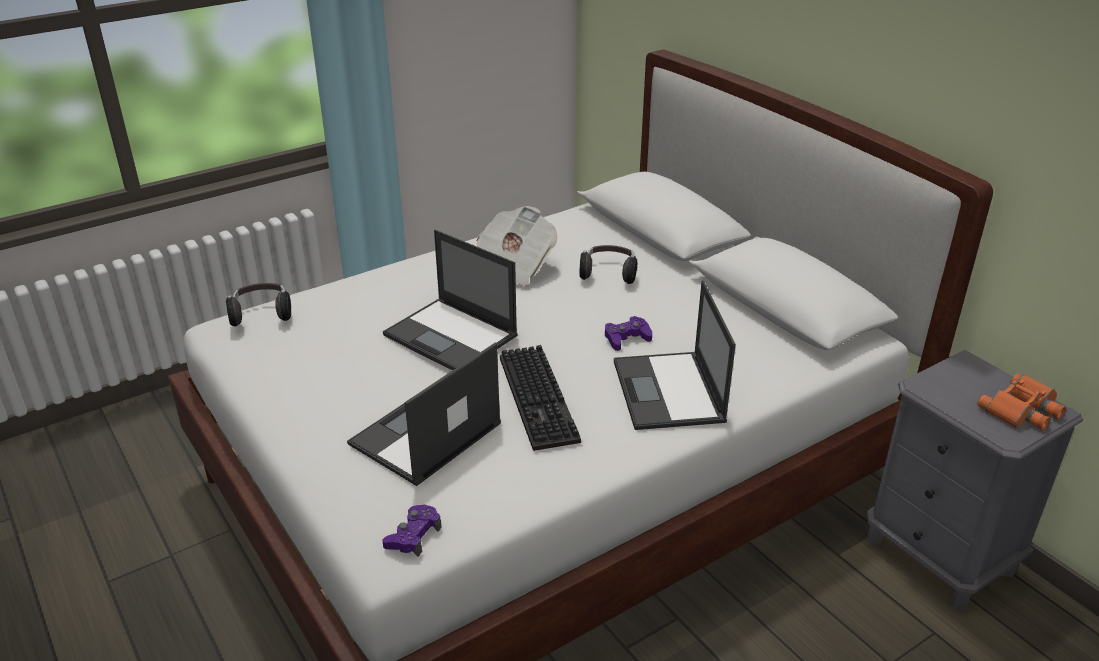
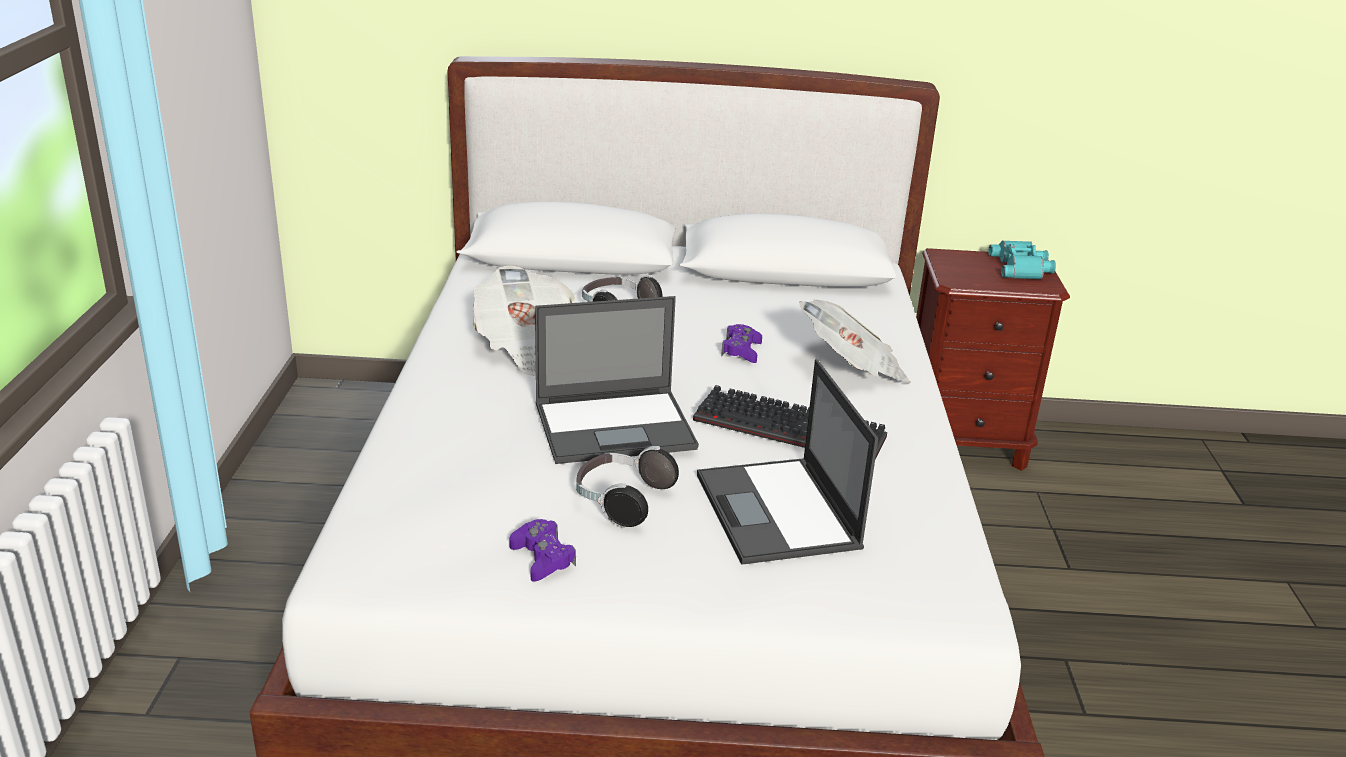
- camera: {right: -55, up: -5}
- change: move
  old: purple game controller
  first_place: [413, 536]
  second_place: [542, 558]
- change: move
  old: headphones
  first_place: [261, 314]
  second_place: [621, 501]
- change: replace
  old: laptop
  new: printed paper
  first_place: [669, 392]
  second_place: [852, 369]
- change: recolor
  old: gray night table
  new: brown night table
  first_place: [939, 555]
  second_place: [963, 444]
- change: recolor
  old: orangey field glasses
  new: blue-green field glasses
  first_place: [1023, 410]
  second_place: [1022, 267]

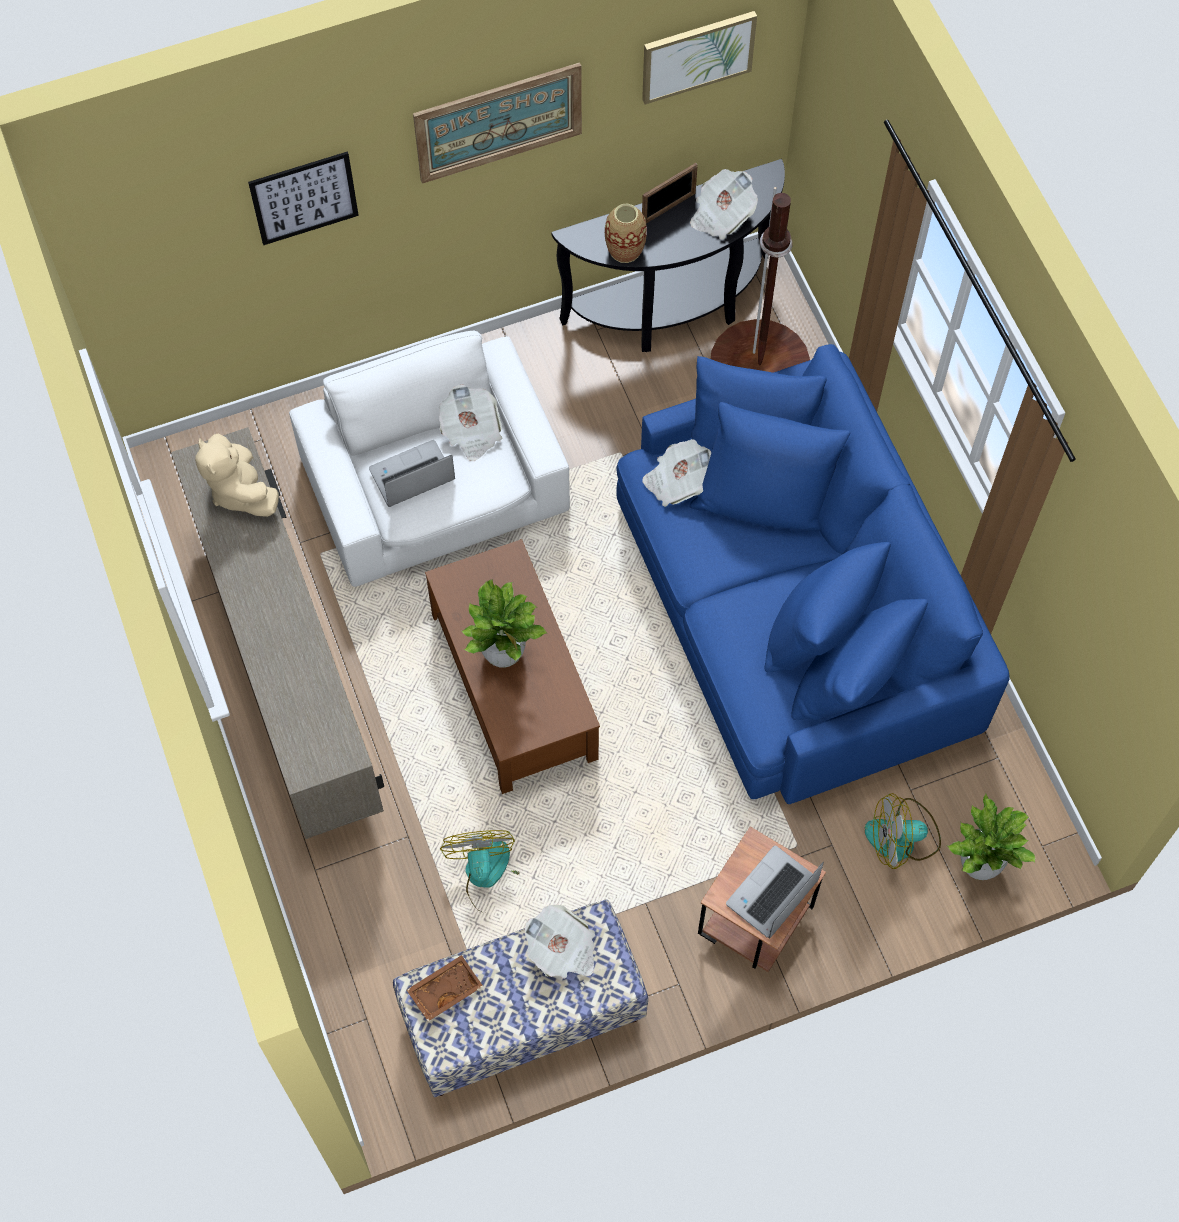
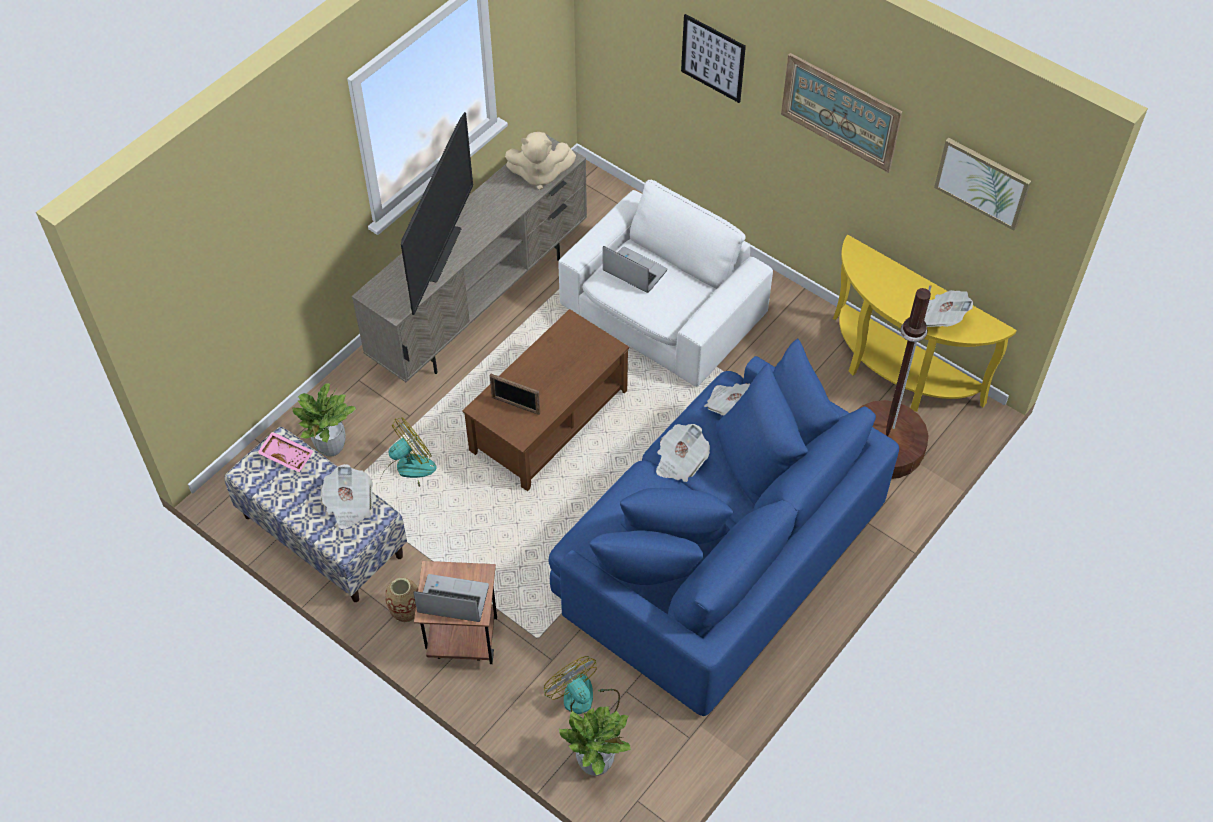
- camera: {right: 60, up: -10}
- change: recolor
  old: brown carrying tray
  new: pinkish carrying tray
  first_place: [444, 989]
  second_place: [287, 455]
- change: move
  old: houseplant
  first_place: [503, 654]
  second_place: [331, 448]
- change: move
  old: decorative vase
  first_place: [625, 250]
  second_place: [405, 611]
- change: insert
  new: TV set
  second_place: [442, 254]
- change: move
  old: standing frame
  first_place: [668, 208]
  second_place: [515, 405]
- change: rotate
  old: sand-coloured cuddly toy
  first_place: [240, 490]
  second_place: [539, 175]
  degrees: -120
- change: move
  old: printed paper
  first_place: [471, 432]
  second_place: [680, 461]
- change: recolor
  old: black-coloured hall table
  new: yellow-coloured hall table
  first_place: [674, 309]
  second_place: [896, 373]

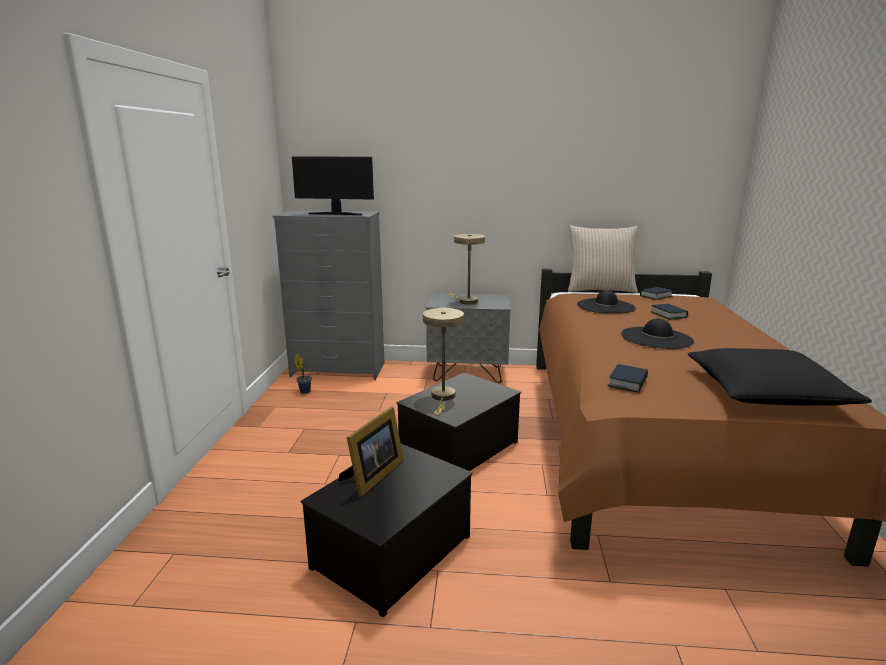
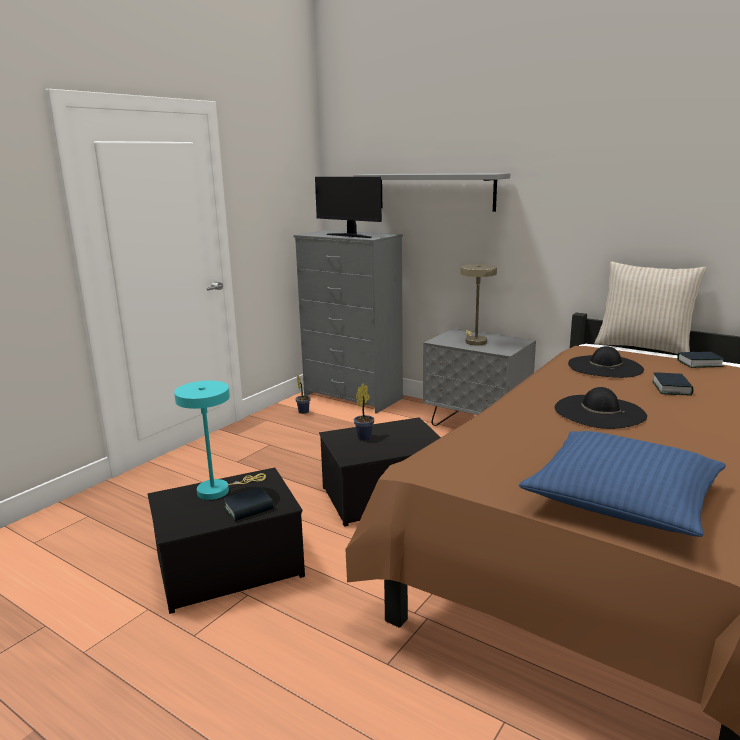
- camera: {right: 30, up: 0}
- change: replace
  old: standing frame
  new: blue-green lamp for a table
  first_place: [373, 476]
  second_place: [219, 490]
- change: move
  old: bound book
  first_place: [628, 383]
  second_place: [248, 508]
- change: insert
  new: gray bracket shelf
  second_place: [435, 191]
- change: replace
  old: sand-coloured lamp for a table
  new: houseplant
  first_place: [443, 397]
  second_place: [365, 437]
- change: recolor
  old: black-coloured pillow
  new: bluish pillow
  first_place: [765, 392]
  second_place: [622, 498]

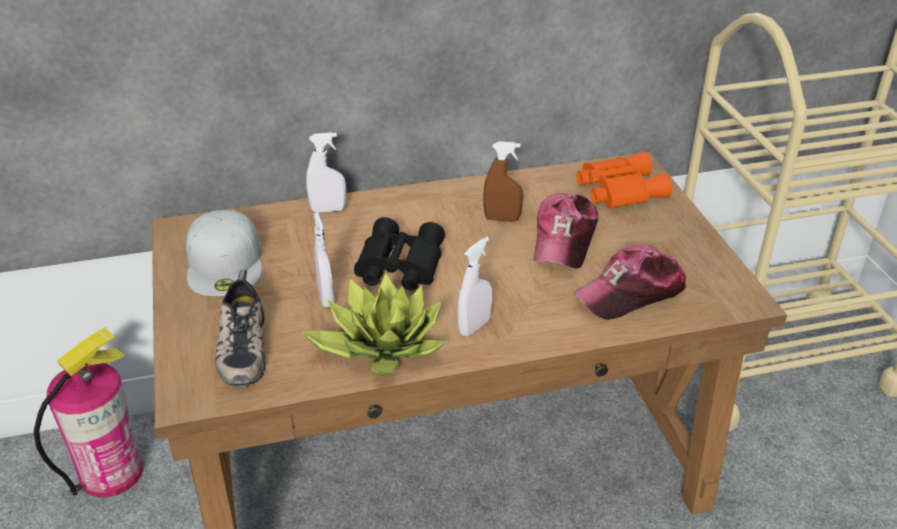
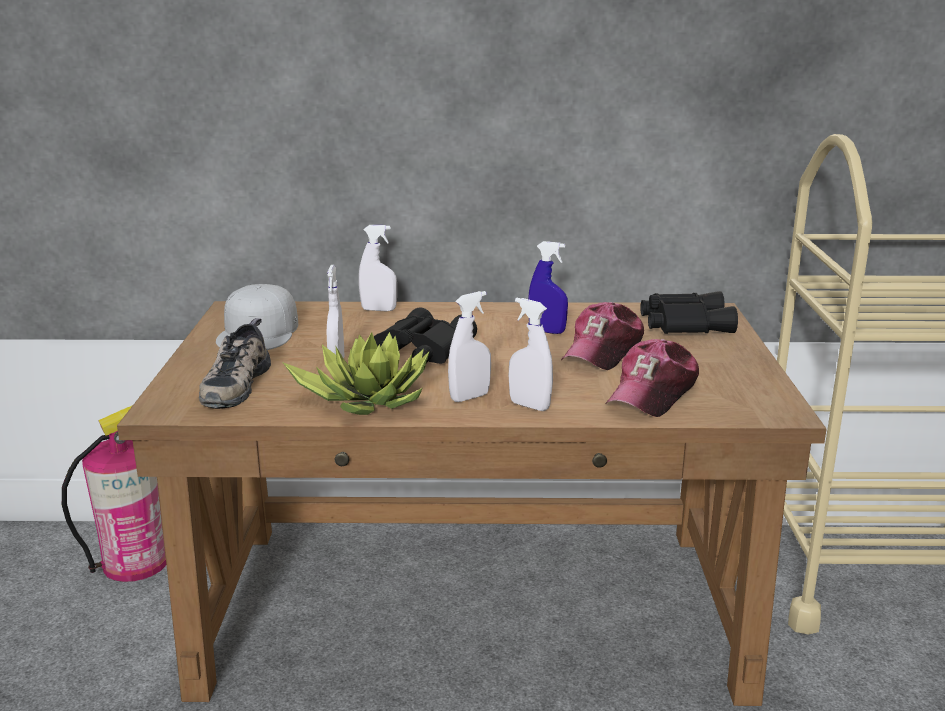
- camera: {right: 15, up: -15}
- change: insert
  new: whitish sprayer
  second_place: [529, 406]
- change: recolor
  old: brown sprayer
  new: bluish sprayer
  first_place: [502, 219]
  second_place: [547, 331]
- change: rotate
  old: peaked cap
  first_place: [631, 293]
  second_place: [653, 393]
  degrees: -45
- change: recolor
  old: orangey field glasses
  new: black-coloured field glasses
  first_place: [618, 189]
  second_place: [683, 323]

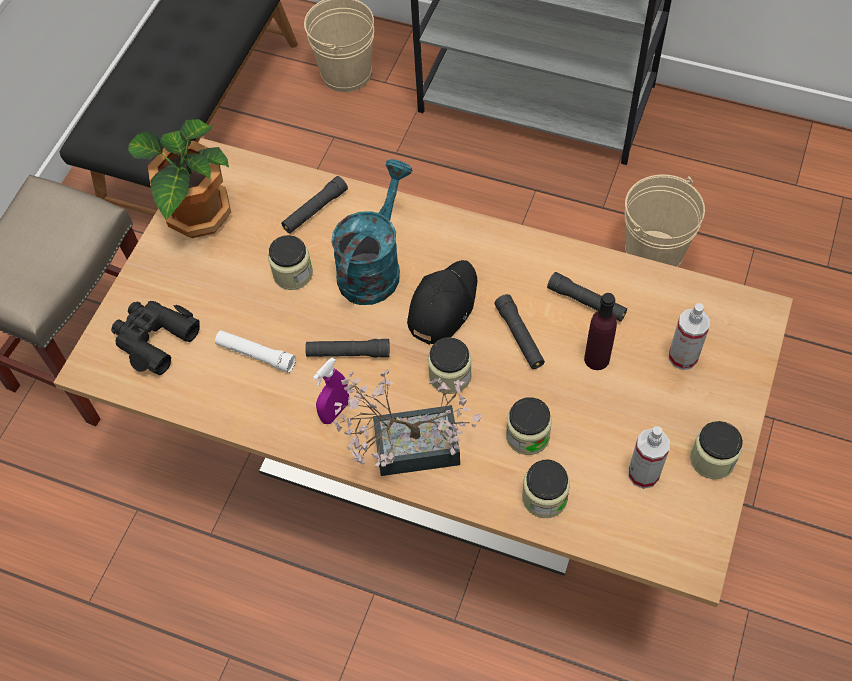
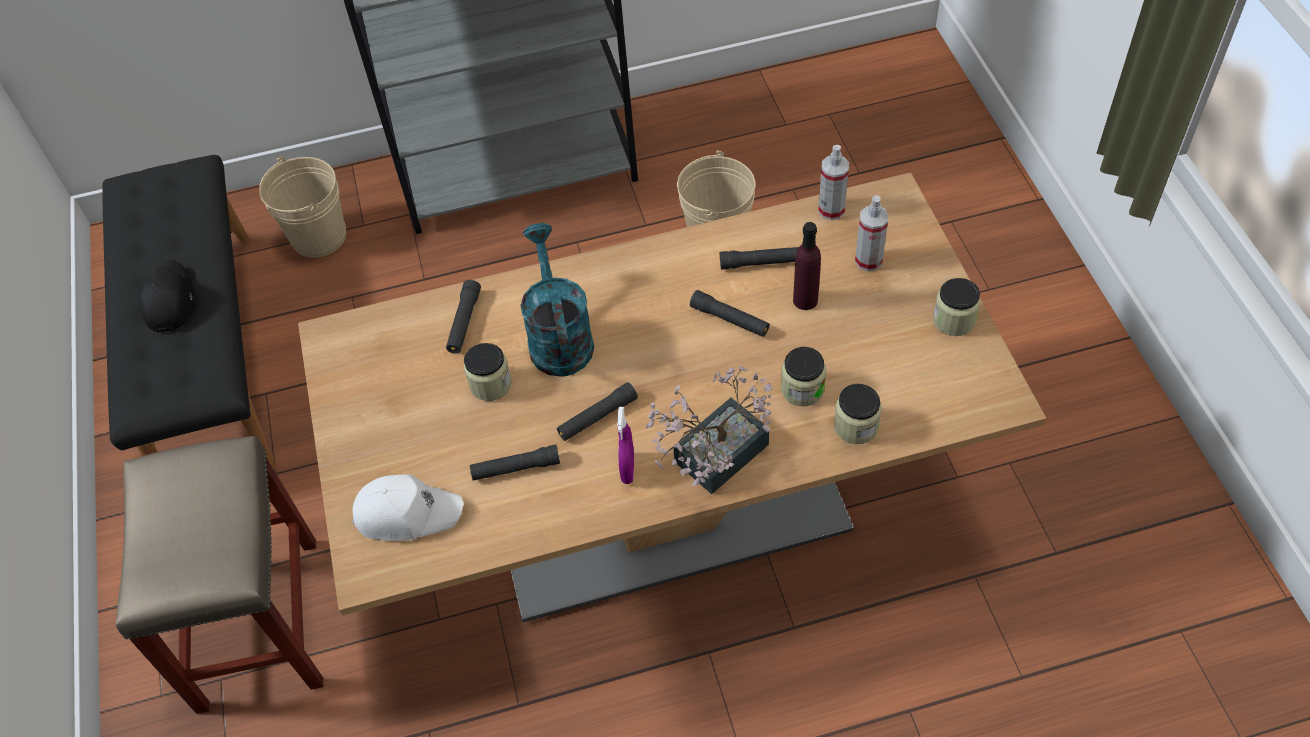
- camera: {right: -35, up: -5}
- change: move
  old: black-coloured peaked cap
  first_place: [442, 305]
  second_place: [168, 301]
- change: replace
  old: black-coloured field glasses
  new: whitish peaked cap
  first_place: [154, 338]
  second_place: [407, 513]
- change: recolor
  old: whitish flashlight
  new: black-coloured flashlight
  first_place: [256, 355]
  second_place: [516, 468]
- change: move
  old: sprayer
  first_place: [643, 474]
  second_place: [831, 210]
- change: delete
  old: houseplant
  first_place: [197, 216]
- change: delete
  old: preserve jar
  first_place: [450, 376]

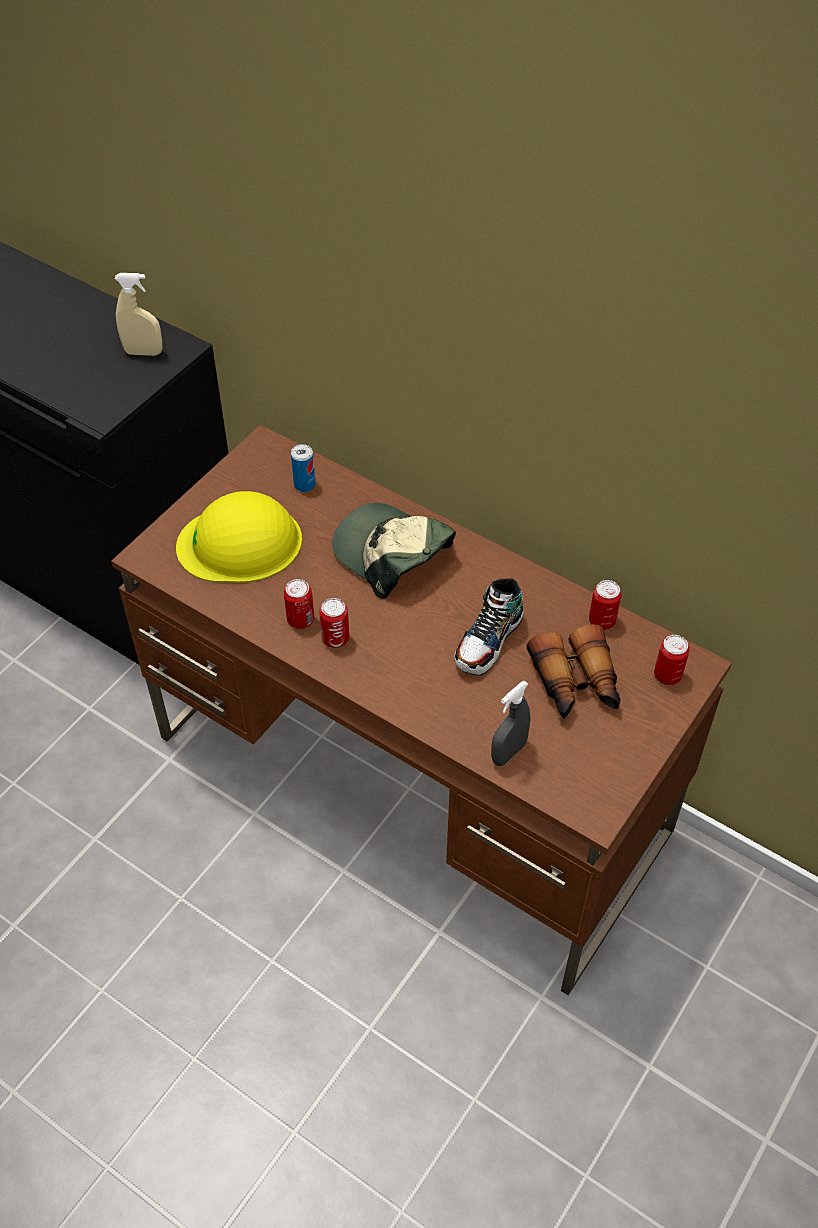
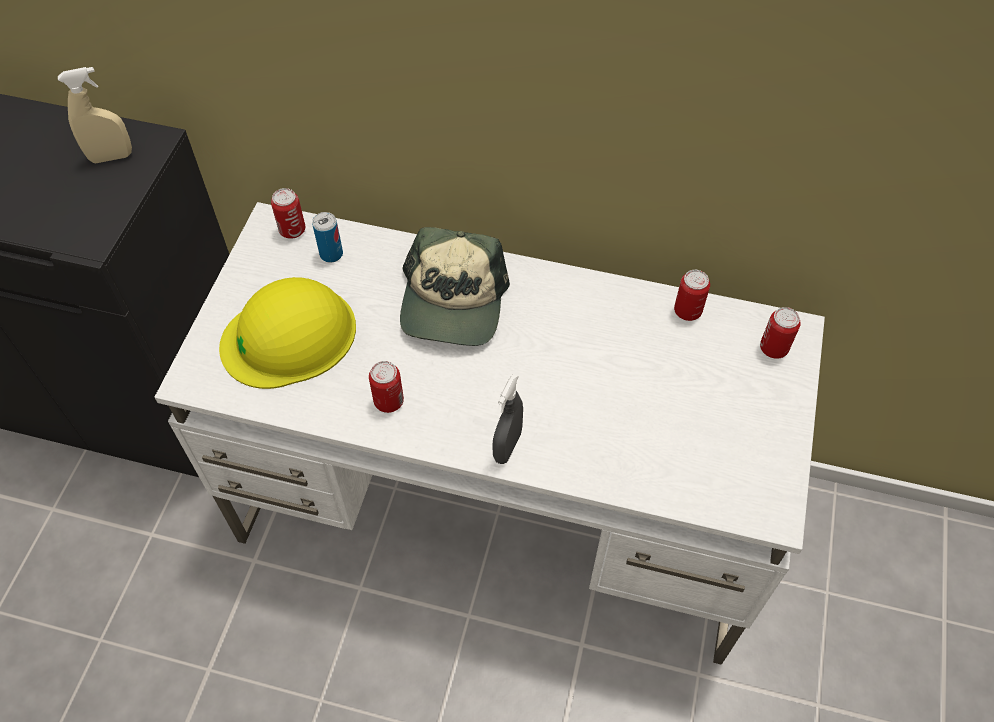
- camera: {right: -20, up: 5}
- change: recolor
  old: brown desk
  new: whitish desk
  first_place: [413, 785]
  second_place: [500, 508]
- change: move
  old: sealed can
  first_place: [335, 638]
  second_place: [292, 230]
- change: rotate
  old: peaked cap
  first_place: [392, 554]
  second_place: [453, 303]
  degrees: -105
- change: move
  old: gray sprayer
  first_place: [508, 753]
  second_place: [507, 446]
- change: delete
  old: shoe
  first_place: [489, 641]
- change: delete
  old: field glasses
  first_place: [576, 684]

